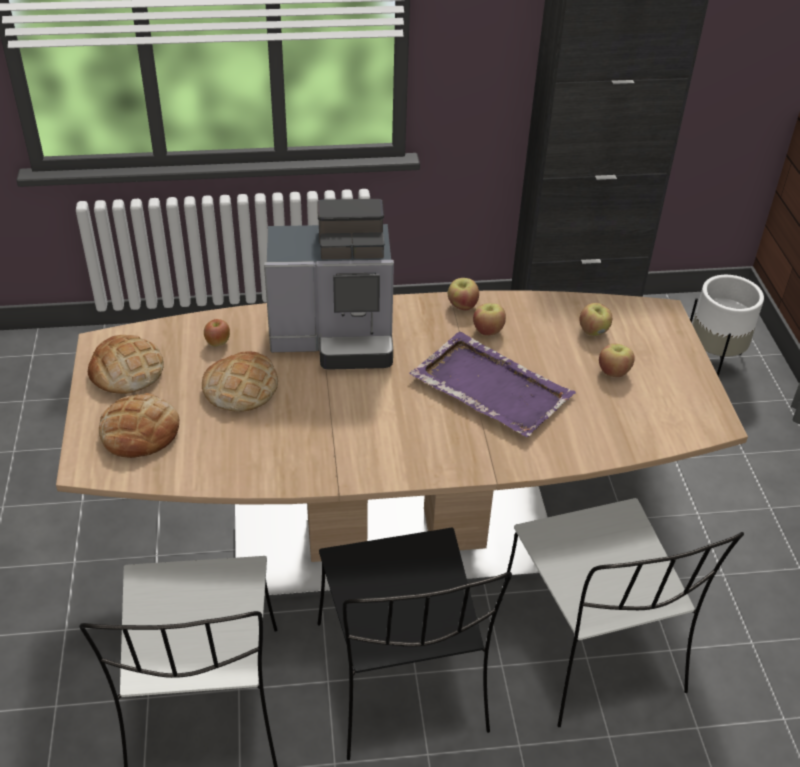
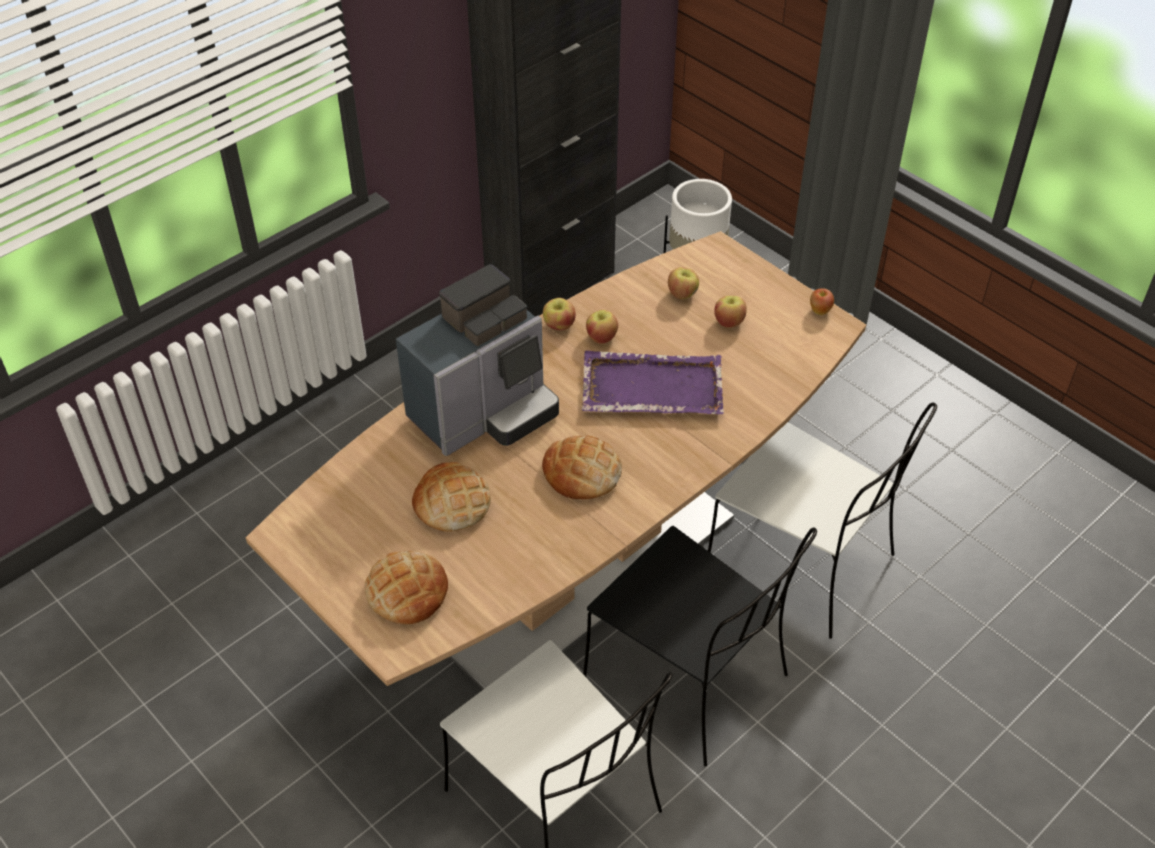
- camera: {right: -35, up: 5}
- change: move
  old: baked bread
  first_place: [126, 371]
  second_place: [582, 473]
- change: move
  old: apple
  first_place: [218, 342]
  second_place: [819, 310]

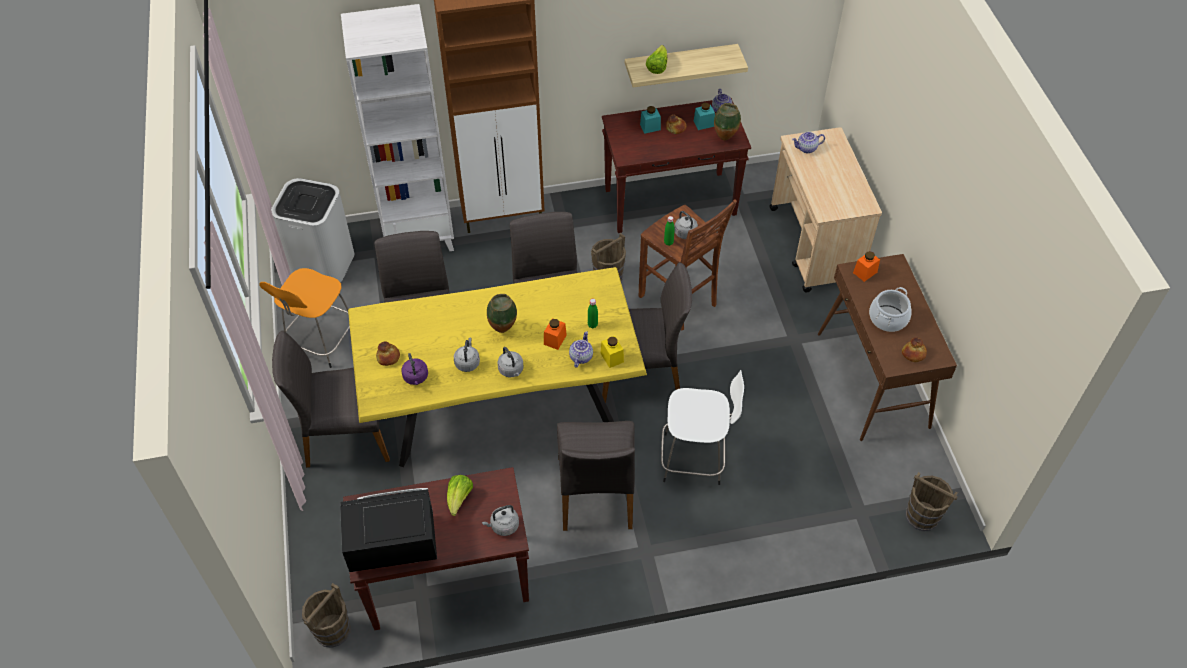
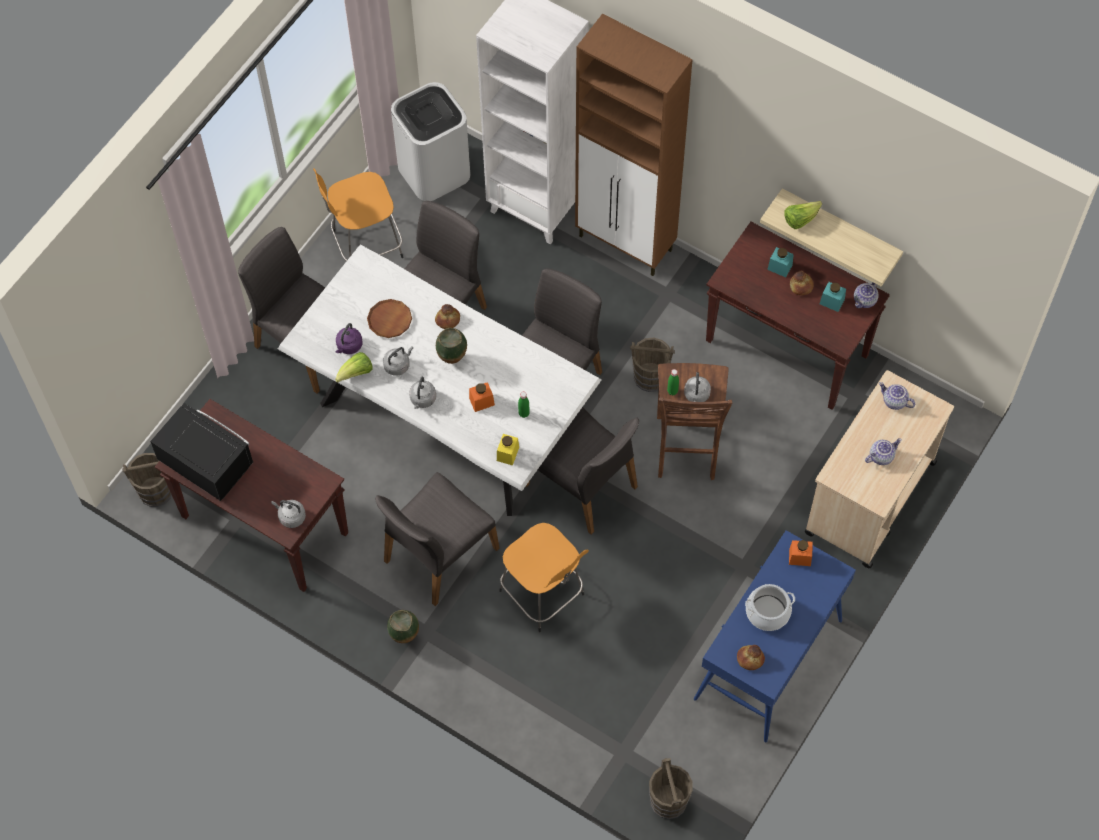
- camera: {right: 45, up: 10}
- change: recolor
  old: yellow-coloured kitchen table
  new: whitish kitchen table
  first_place: [501, 405]
  second_place: [445, 418]
- change: move
  old: lettuce
  first_place: [459, 499]
  second_place: [356, 373]
- change: insert
  new: brown plate
  second_place: [389, 320]
- change: move
  old: decorative vase
  first_place: [725, 139]
  second_place: [405, 637]
- change: move
  old: baked bread
  first_place: [388, 357]
  second_place: [447, 320]
- change: recolor
  old: whitish stool
  new: orangey stool
  first_place: [695, 459]
  second_place: [543, 595]
- change: recolor
  old: brown hall table
  new: bluish hall table
  first_place: [873, 380]
  second_place: [768, 661]
- change: move
  old: pot for tea
  first_place: [580, 356]
  second_place: [881, 456]

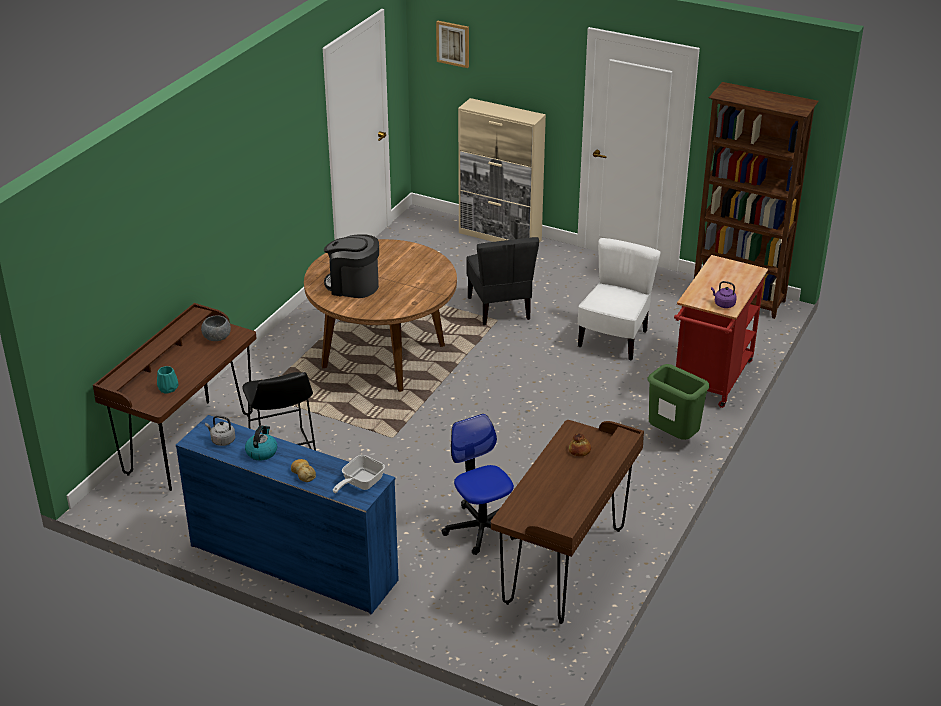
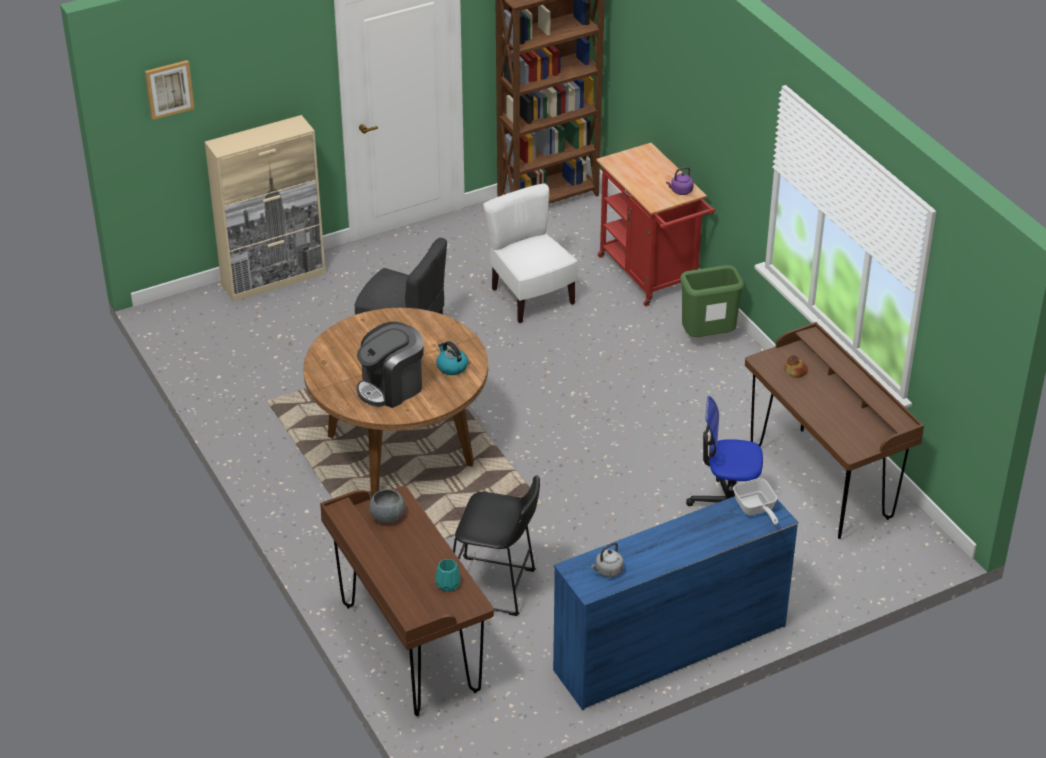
- camera: {right: -55, up: 5}
- change: move
  old: kettle
  first_place: [261, 452]
  second_place: [451, 367]
- change: delete
  old: baked bread
  first_place: [303, 473]

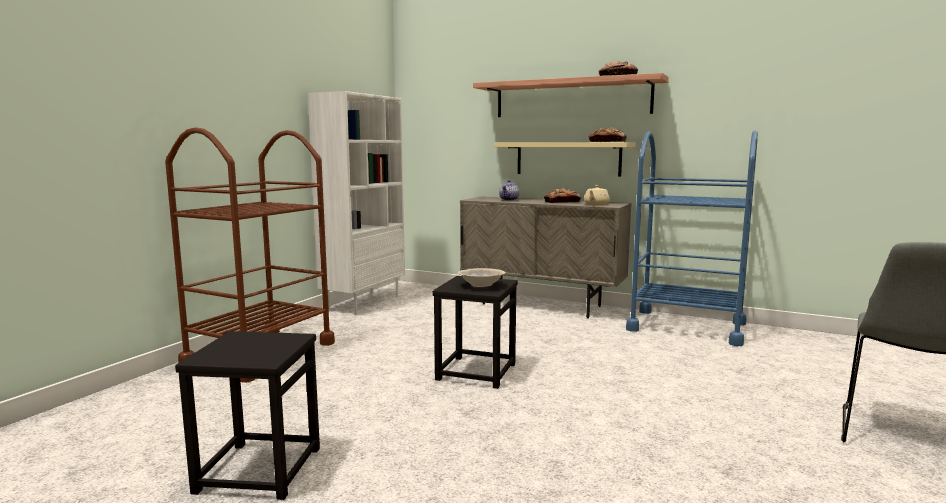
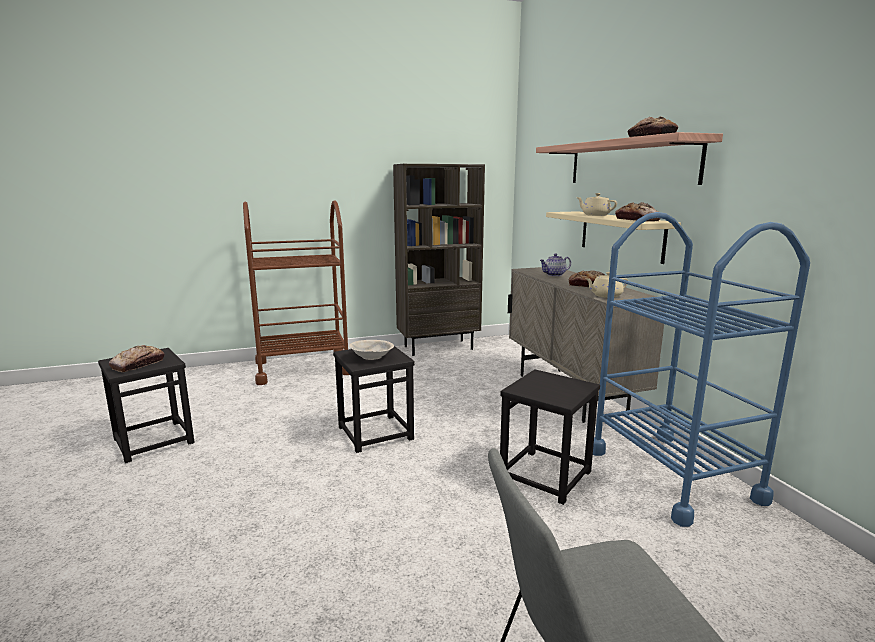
- camera: {right: 45, up: 5}
- change: insert
  new: baked bread
  second_place: [138, 364]
- change: recolor
  old: whitish shelving unit
  new: brown shelving unit
  first_place: [363, 302]
  second_place: [438, 347]
- change: insert
  new: black-coloured stool
  second_place: [546, 476]
- change: insert
  new: sand-coloured pot for tea
  second_place: [595, 215]

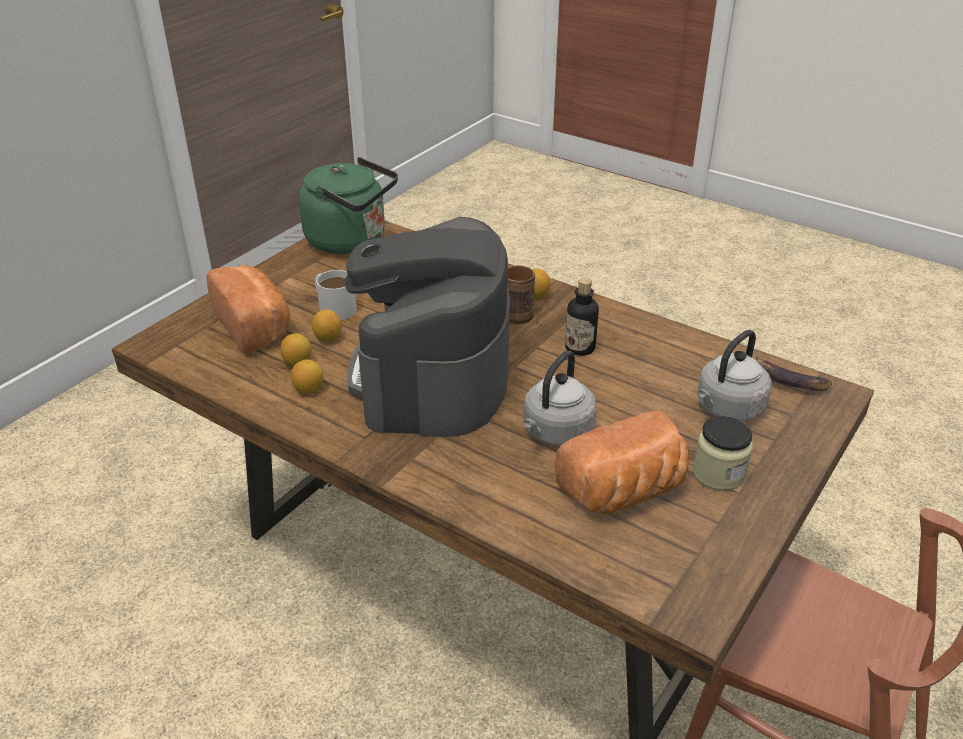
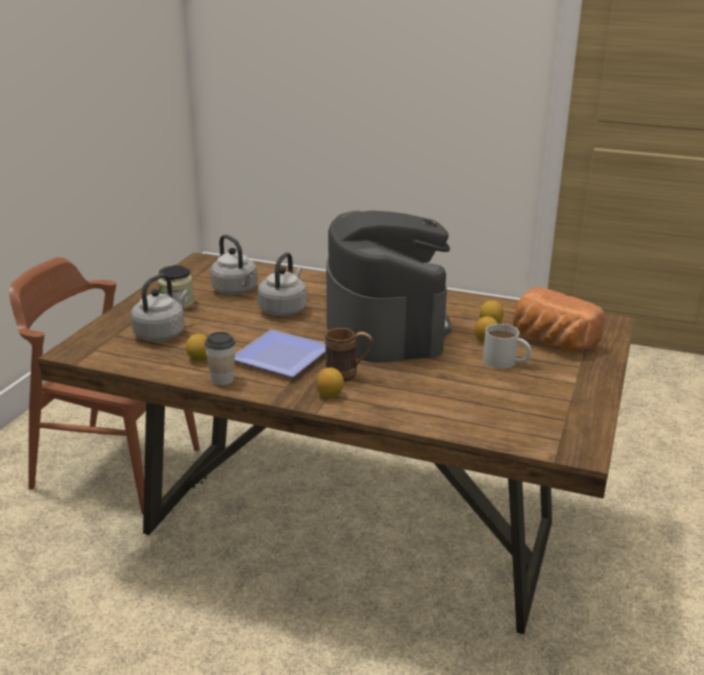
- camera: {right: 165, up: -10}
- change: move
  old: whole lemon
  first_place: [309, 389]
  second_place: [199, 359]
- change: insert
  new: cup
  second_place: [222, 379]
- change: replace
  old: baked bread
  new: gray kettle
  first_place: [625, 492]
  second_place: [236, 291]
- change: replace
  old: bottle
  new: plate
  first_place: [580, 348]
  second_place: [277, 357]
- change: delete
  old: green kettle
  first_place: [351, 241]
- change: delete
  old: banana
  first_place: [786, 380]

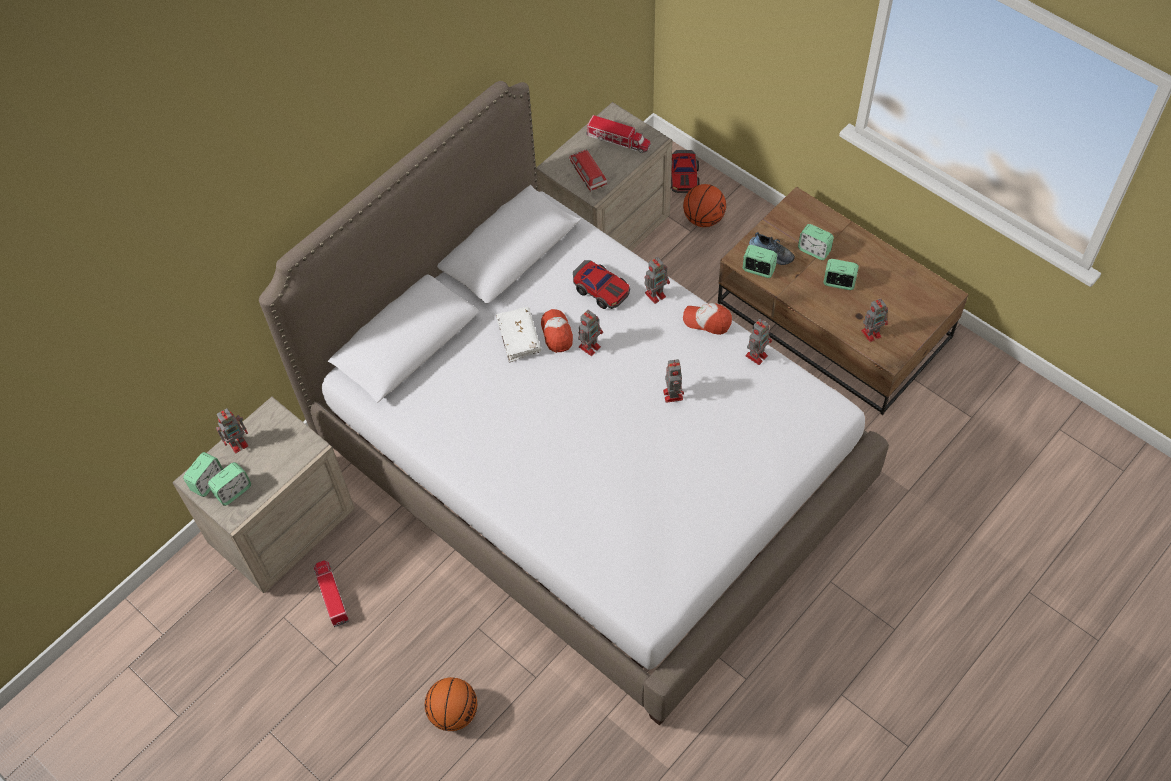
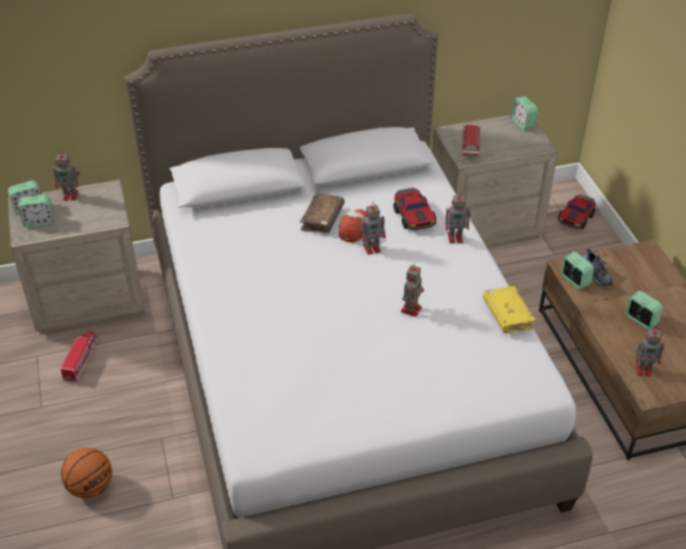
- camera: {right: 30, up: -15}
- change: recolor
  old: whitish bound book
  new: brown bound book
  first_place: [519, 338]
  second_place: [322, 219]
- change: replace
  old: toy robot
  new: yellow-coloured bound book
  first_place: [757, 355]
  second_place: [507, 315]
- change: move
  old: alarm clock
  first_place: [814, 250]
  second_place: [522, 123]
- change: delete
  old: model truck
  first_place: [618, 140]
- change: delete
  old: basketball ball
  first_place: [703, 219]
- change: delete
  old: peaked cap
  first_place: [707, 321]

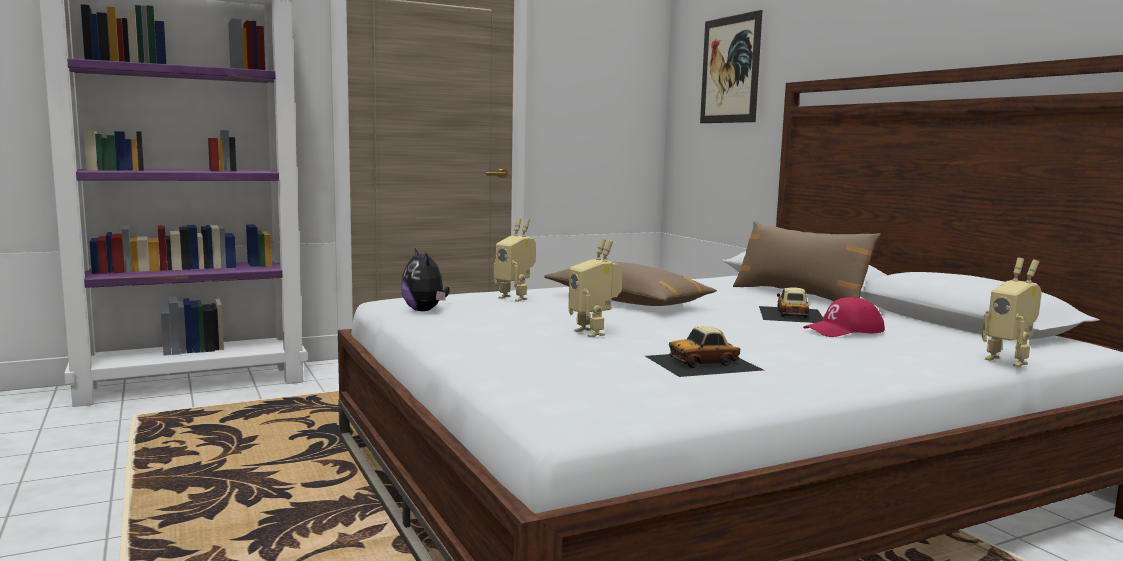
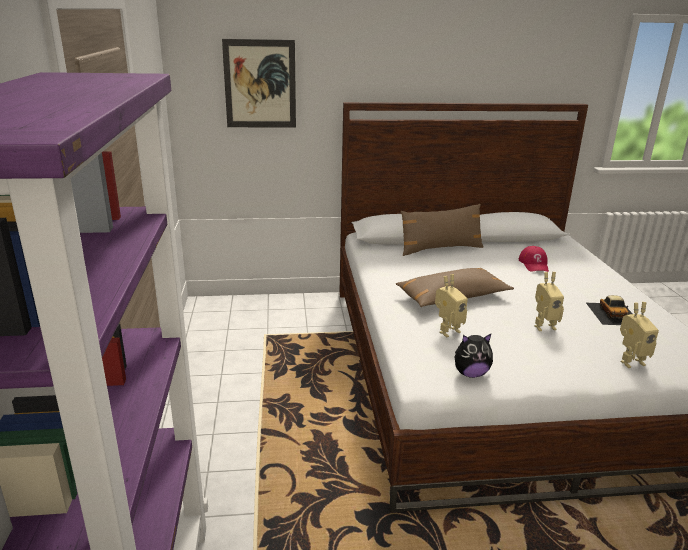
- camera: {right: -70, up: 15}
- change: move
  old: toy robot
  first_place: [1009, 361]
  second_place: [630, 361]
- change: delete
  old: miniature car
  first_place: [791, 314]

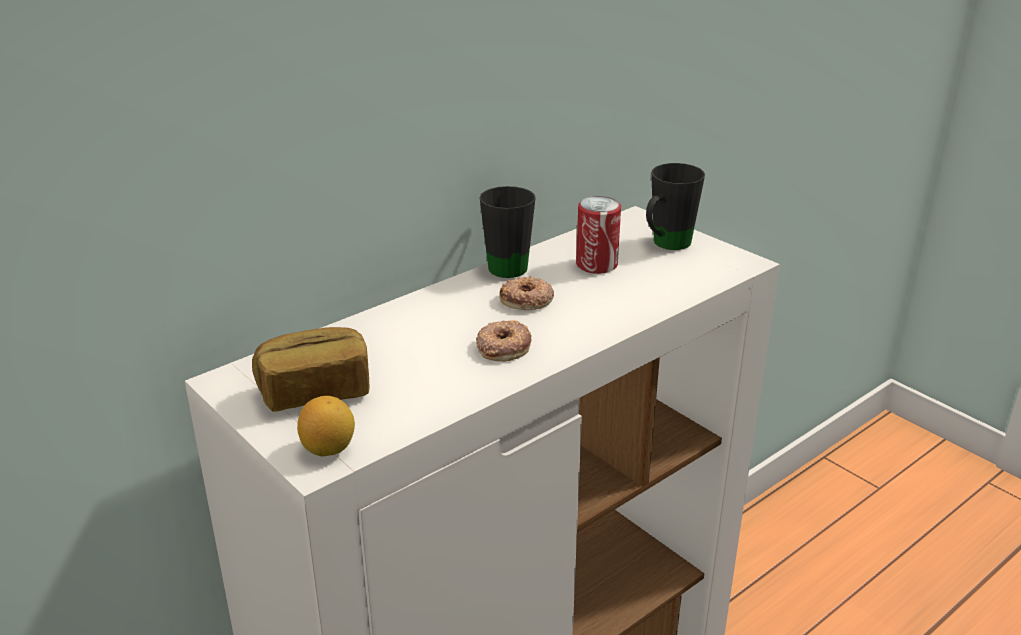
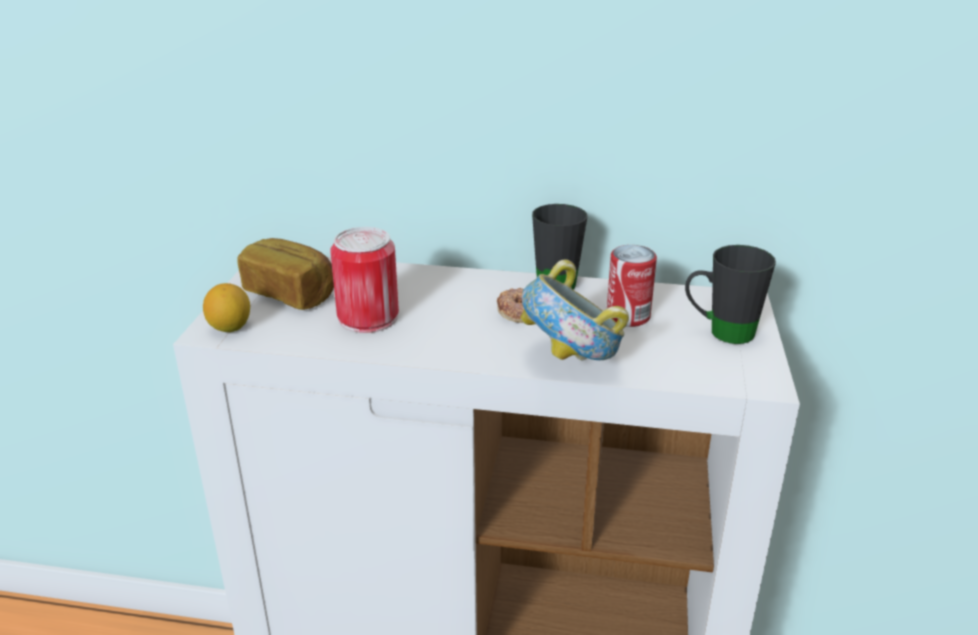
- camera: {right: 50, up: 0}
- change: insert
  new: sealed can
  second_place: [368, 317]
- change: insert
  new: serving bowl
  second_place: [571, 362]
- change: delete
  old: doughnut
  first_place: [503, 346]

